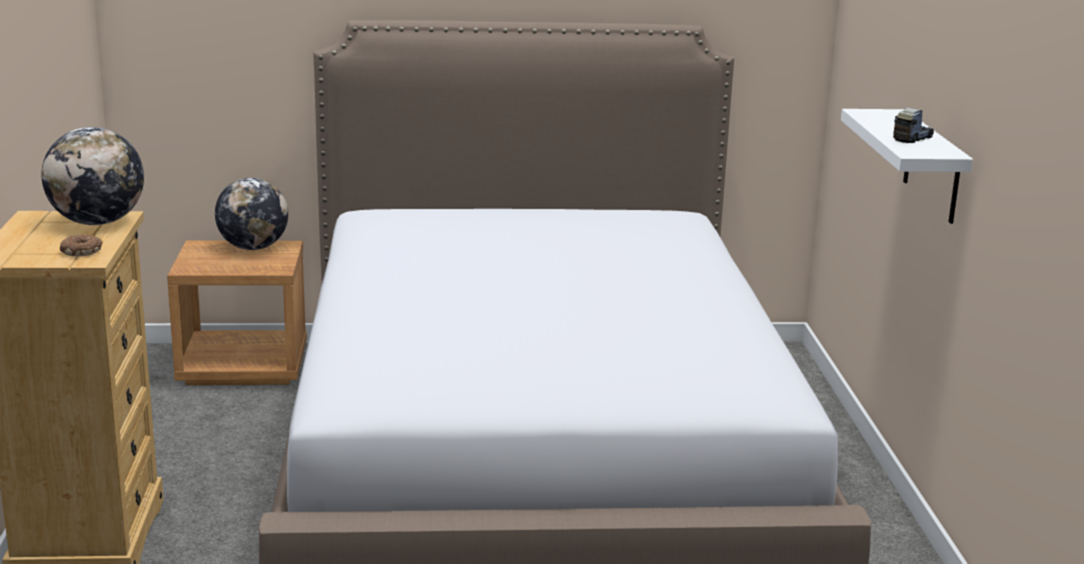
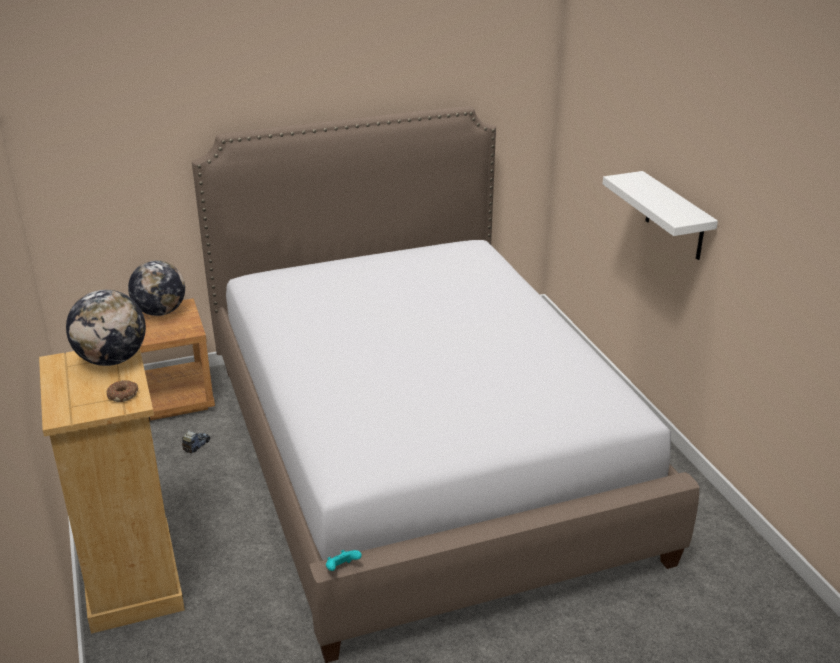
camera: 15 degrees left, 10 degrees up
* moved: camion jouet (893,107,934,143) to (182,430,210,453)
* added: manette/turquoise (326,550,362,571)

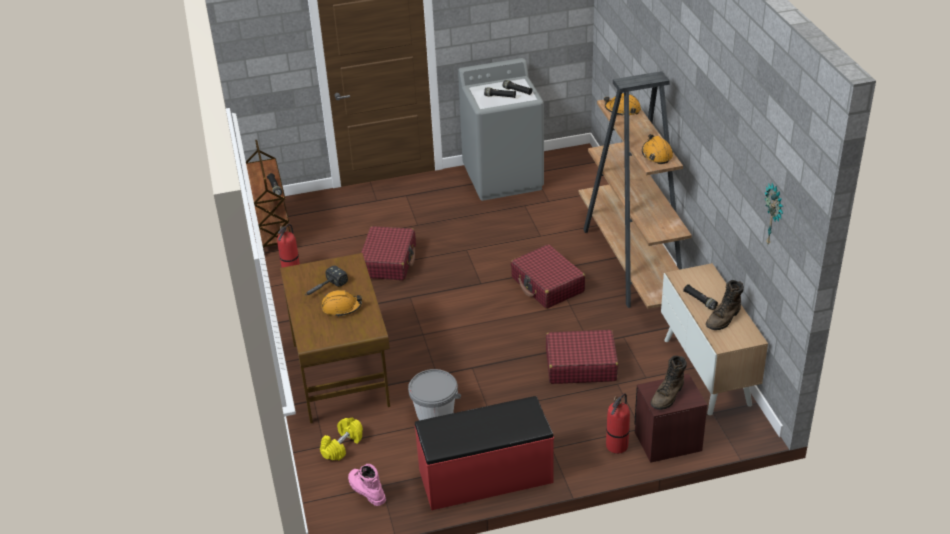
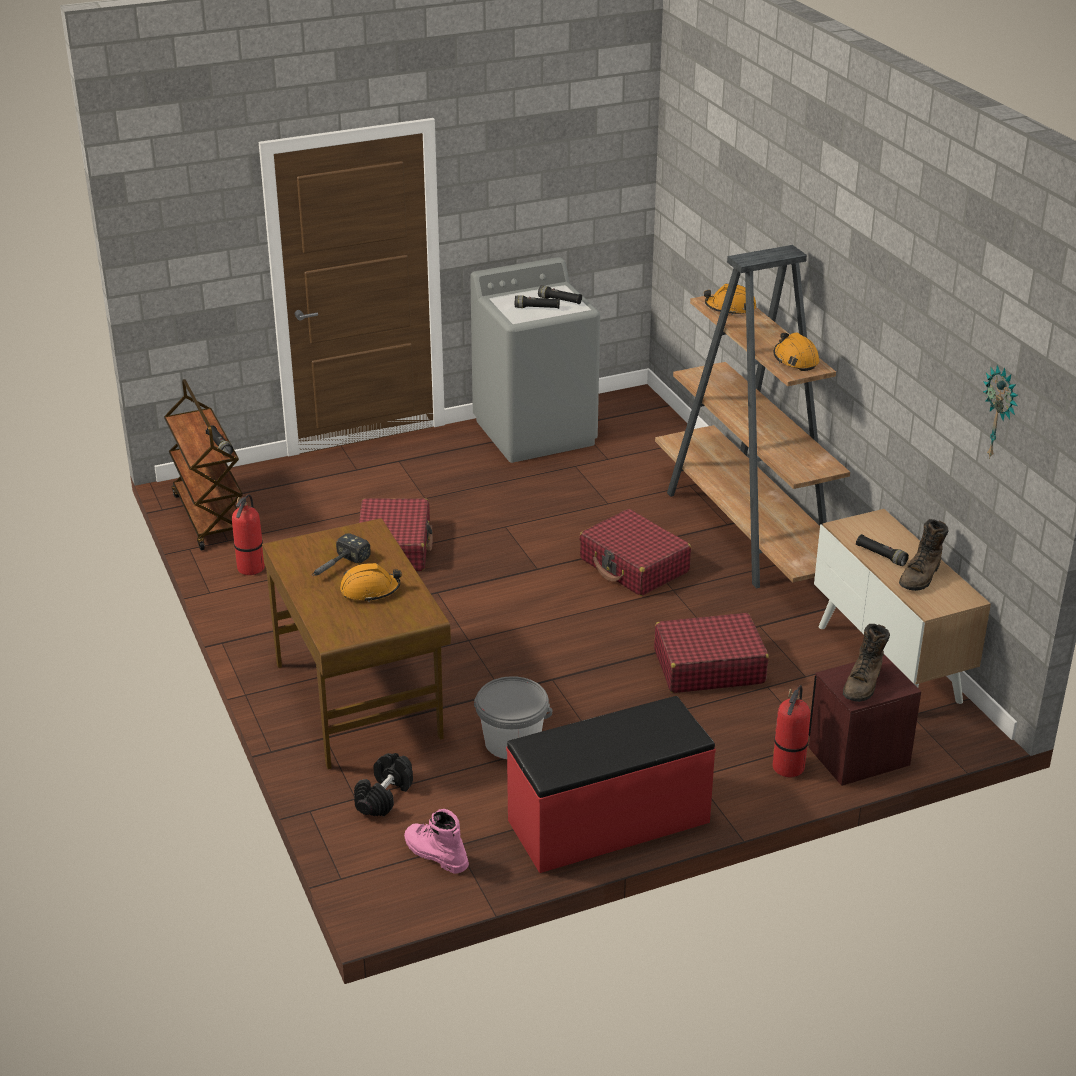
camera: 10 degrees left, 5 degrees down
* recoloured: haltère/jaune (320,417,363,460) to haltère/noir (354,753,413,816)

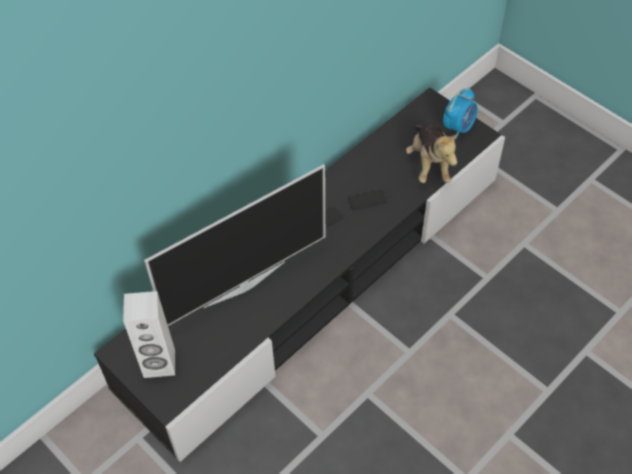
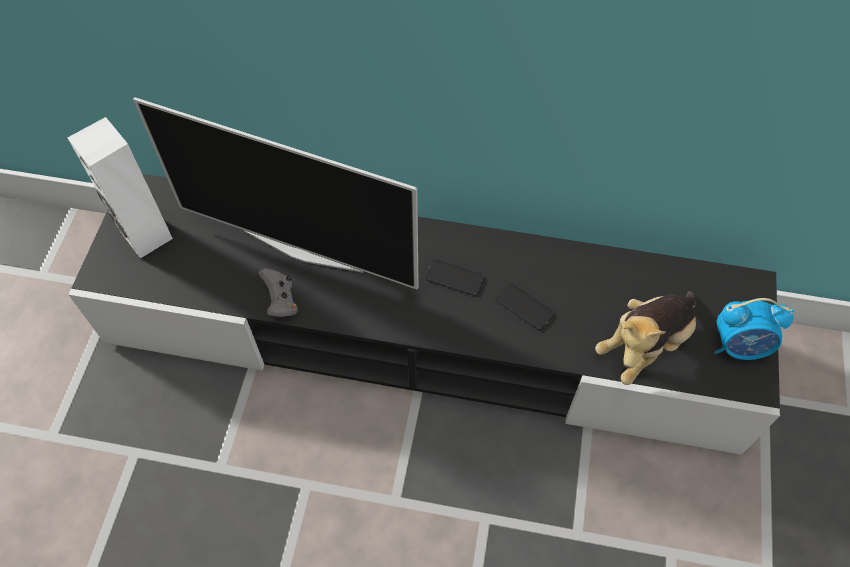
camera: 55 degrees right, 5 degrees up
* added: manette/gris (259,268,298,317)

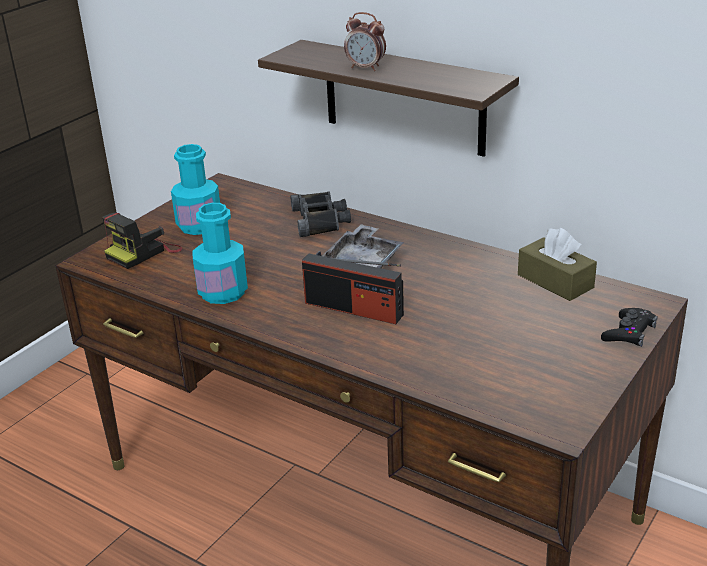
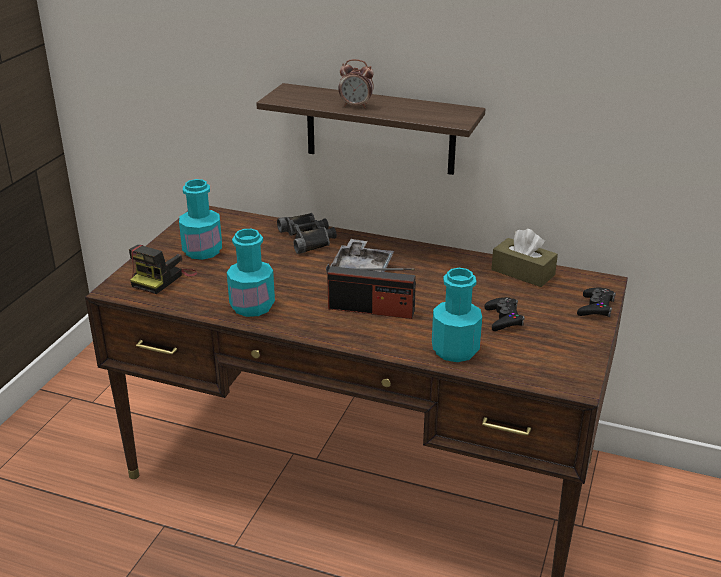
camera: 15 degrees left, 0 degrees up
* added: bouteille/turquoise (432,268,482,362)
* added: manette/noir (484,297,525,331)

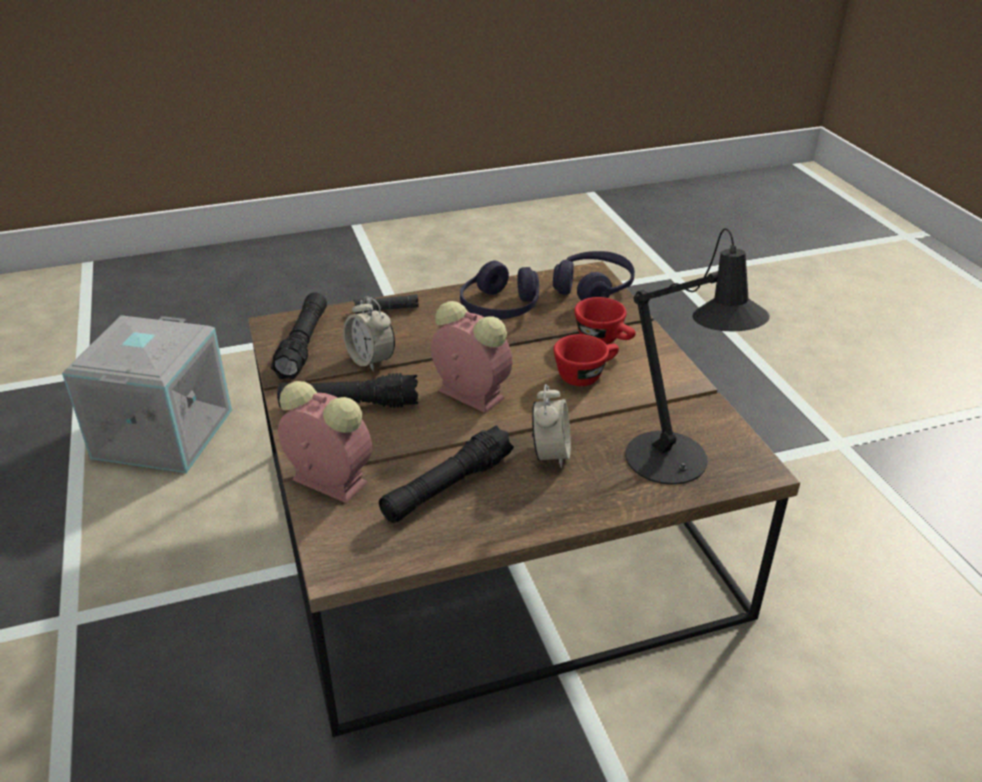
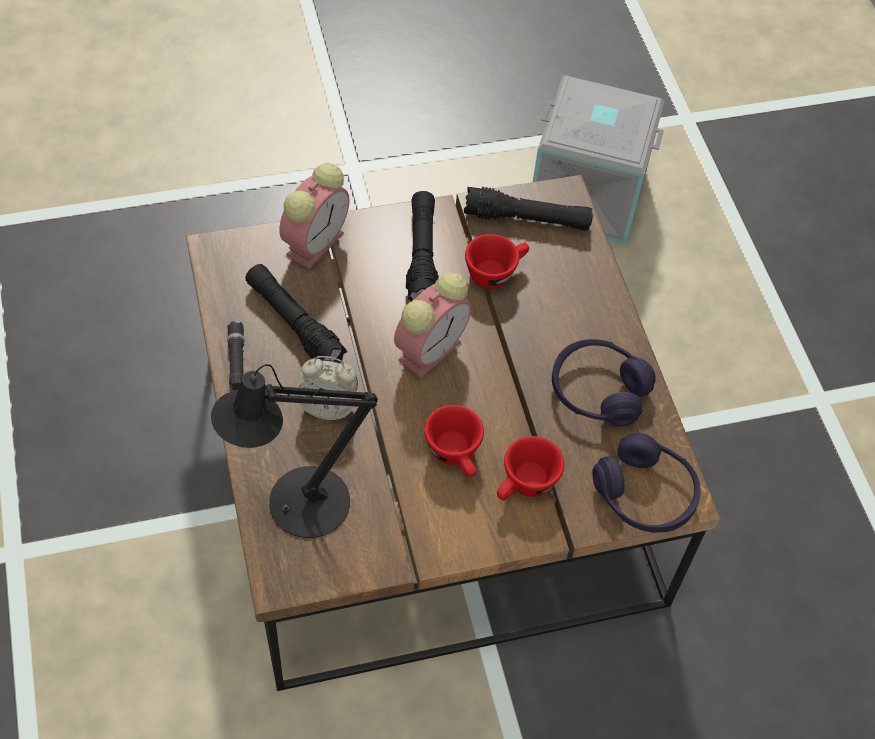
camera: 90 degrees right, 20 degrees up
* replaced: réveil (343,296,395,372) to tasse/rouge (465,234,529,289)
* moved: lampe de poche/noir (354,294,419,313) to (227,321,245,391)

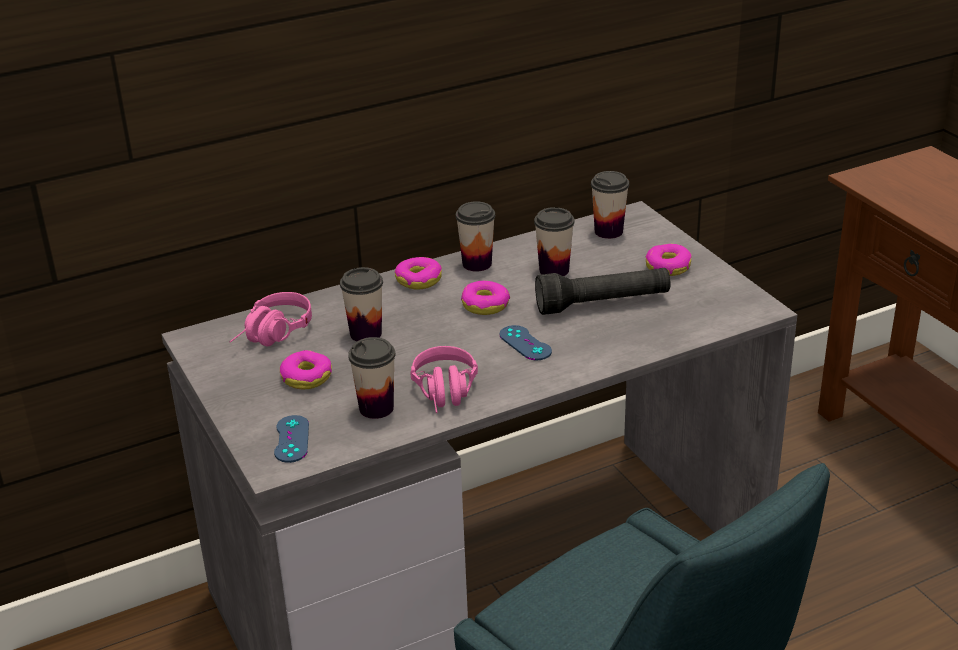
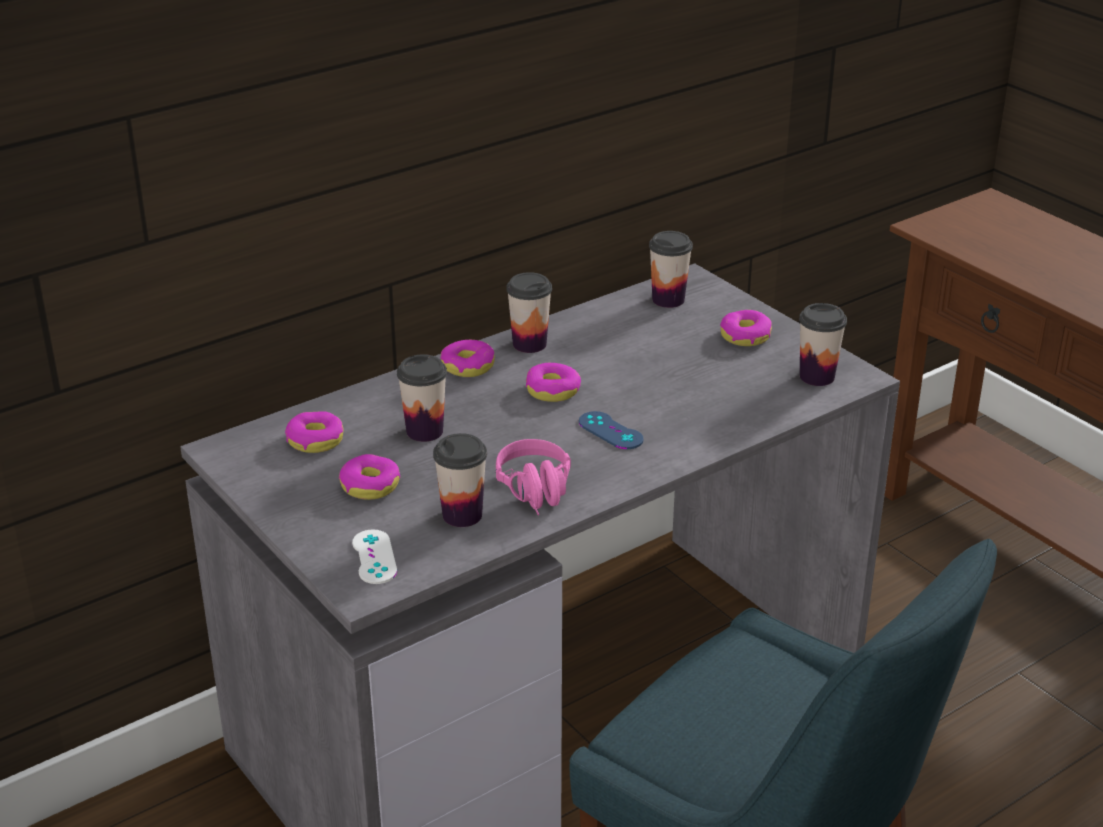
camera: 10 degrees left, 0 degrees up
* replaced: casque audio/rose (230,292,312,347) to beignet (285,411,344,453)
* recoloured: manette/bleu (274,415,309,463) to manette/blanc (352,529,397,584)
* moved: tasse (534,207,574,276) to (799,303,847,386)
* removed: lampe de poche/noir (535,268,670,315)

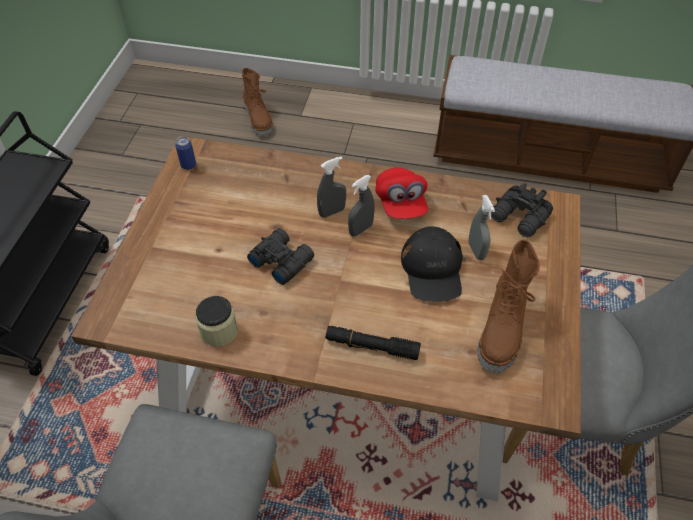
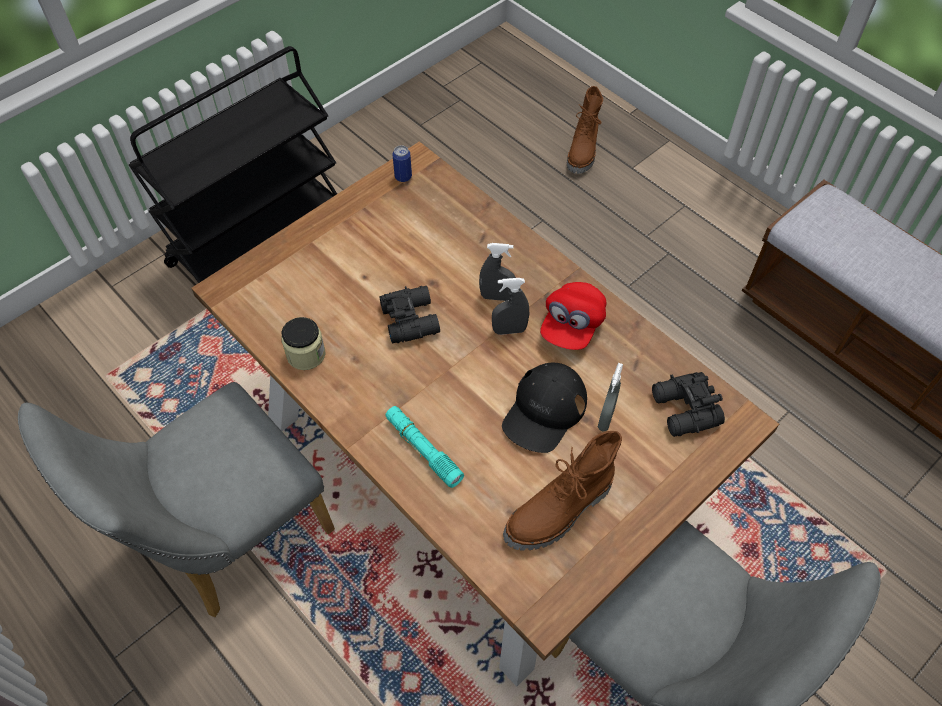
camera: 35 degrees right, 5 degrees up
* recoloured: lampe de poche/noir (326,326,421,360) to lampe de poche/turquoise (385,406,464,488)

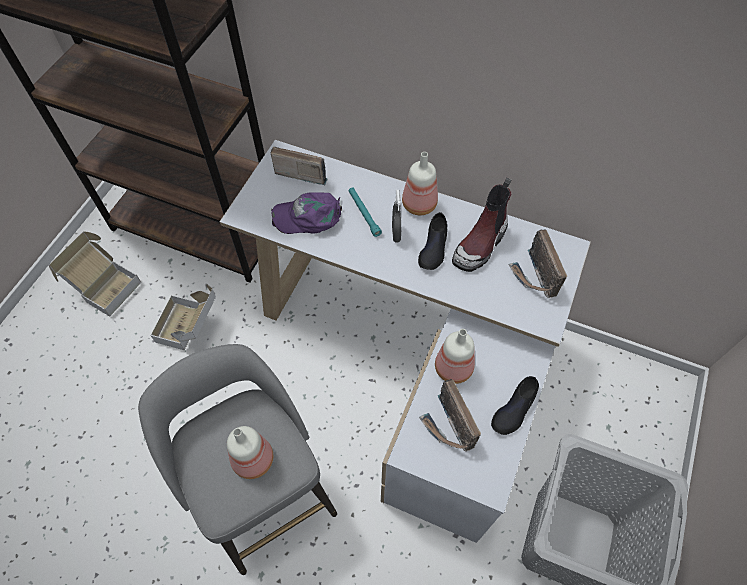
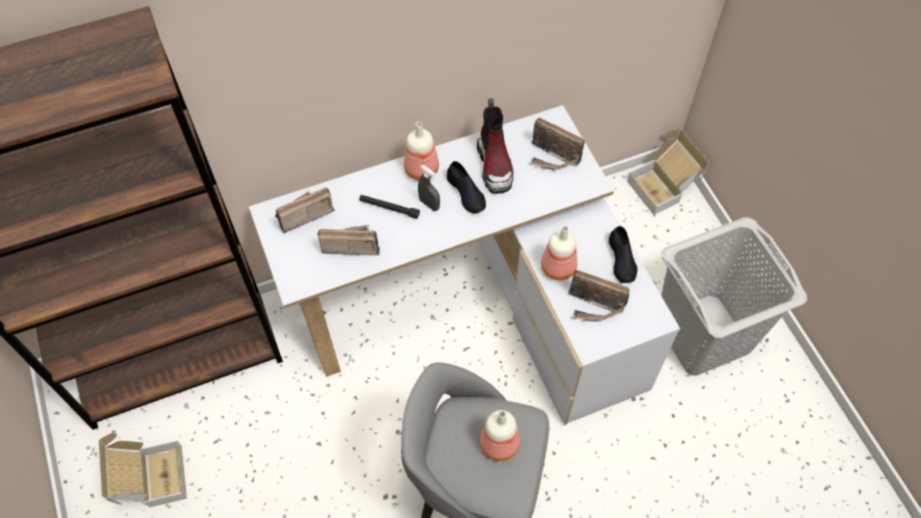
camera: 45 degrees left, 0 degrees up
* moved: carton (150,284,216,350) to (627,129,709,215)
* replaced: casquette/violet (271,192,342,234) to radio (317,225,380,255)
* recoloured: lampe de poche/turquoise (348,188,382,237) to lampe de poche/noir (359,195,420,219)

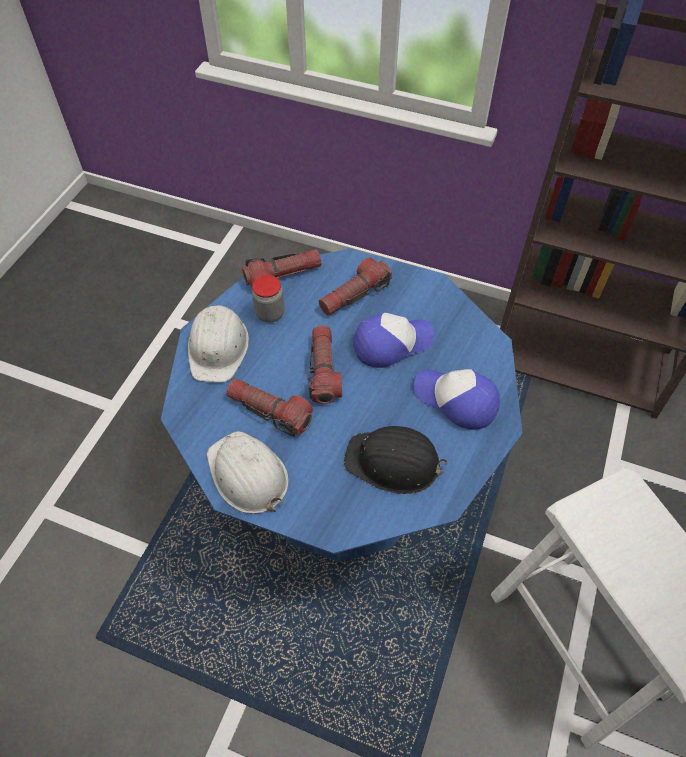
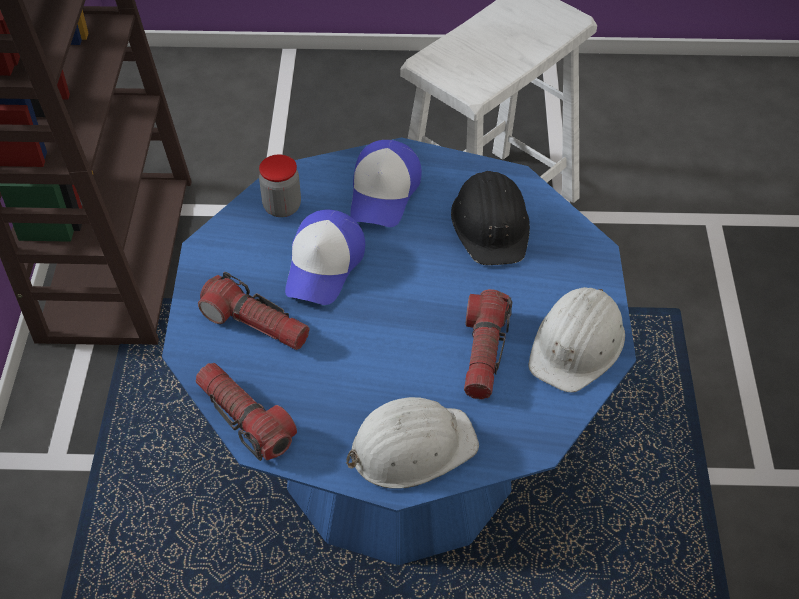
camera: 110 degrees left, 5 degrees down
* moved: bocal (252,275,284,323) to (259,154,301,217)
* removed: lampe de poche (308,325,342,404)
* turned: casquette (353,312,435,368) = (285,210,365,305) 120 degrees counterclockwise

